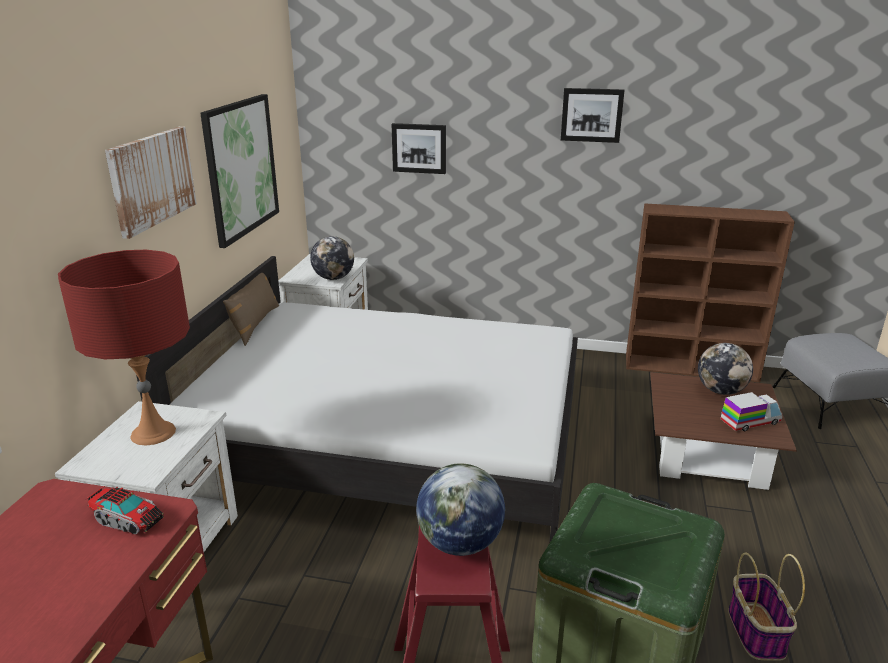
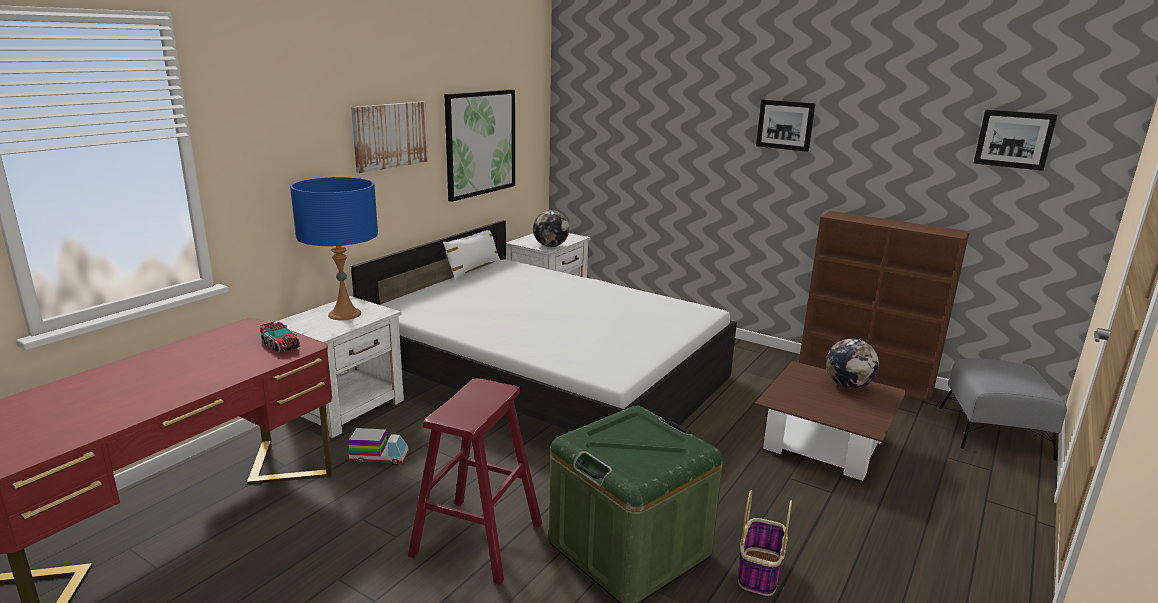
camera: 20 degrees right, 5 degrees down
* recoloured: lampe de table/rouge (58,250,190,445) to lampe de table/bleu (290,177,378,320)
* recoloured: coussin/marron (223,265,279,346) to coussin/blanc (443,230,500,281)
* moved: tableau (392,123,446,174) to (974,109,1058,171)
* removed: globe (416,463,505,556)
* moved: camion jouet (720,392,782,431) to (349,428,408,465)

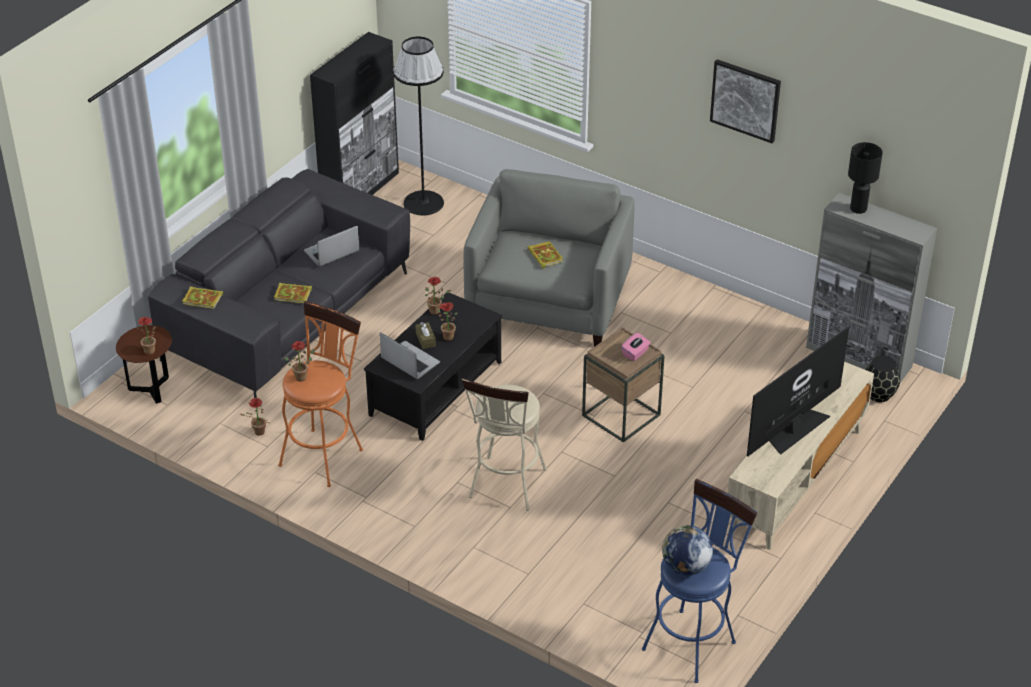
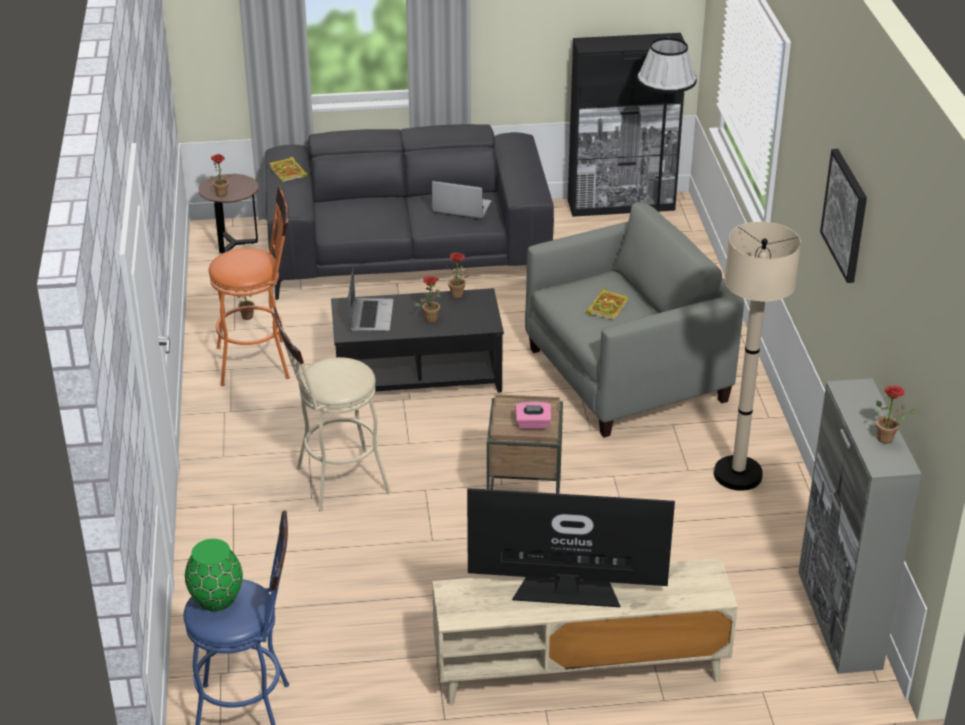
camera: 50 degrees right, 5 degrees down
* removed: livre (274,283,312,303)
* moved: plante en pot (284,341,316,382) to (875,385,918,444)
* removed: boîte à mouchoirs/marron (415,322,436,349)
* replaced: globe (662,525,713,576) to vase/vert (185,539,243,611)
* removed: lampe de table/noir (848,142,883,214)
* removed: vase/noir (866,356,900,402)
* added: lampadaire/beige (714,222,801,491)

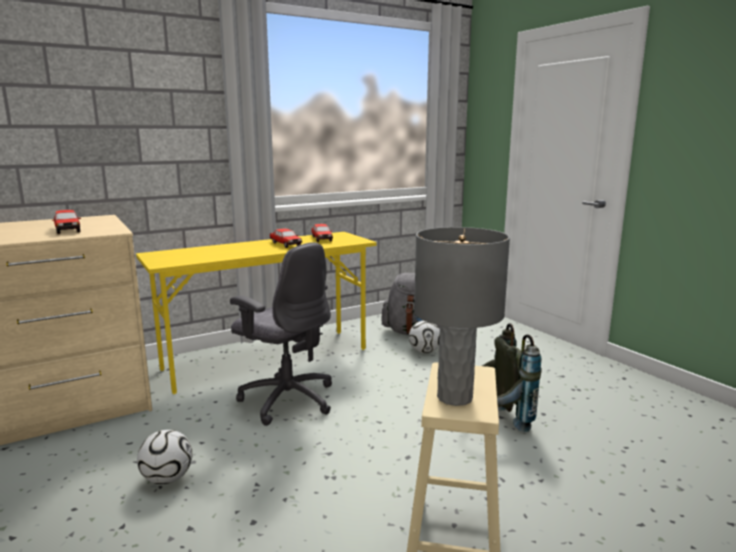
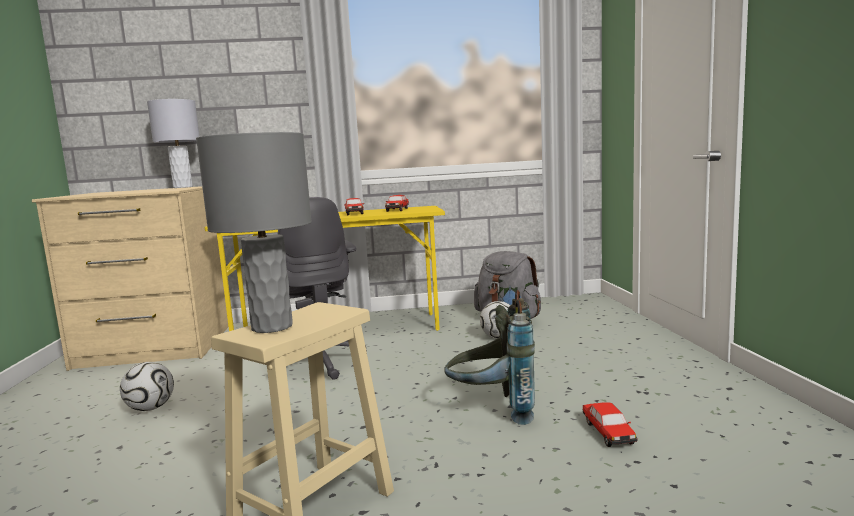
camera: 25 degrees right, 5 degrees down
* moved: petite voiture (52,210,81,234) to (583,402,637,447)
* added: lampe de table/gris (147,99,200,188)

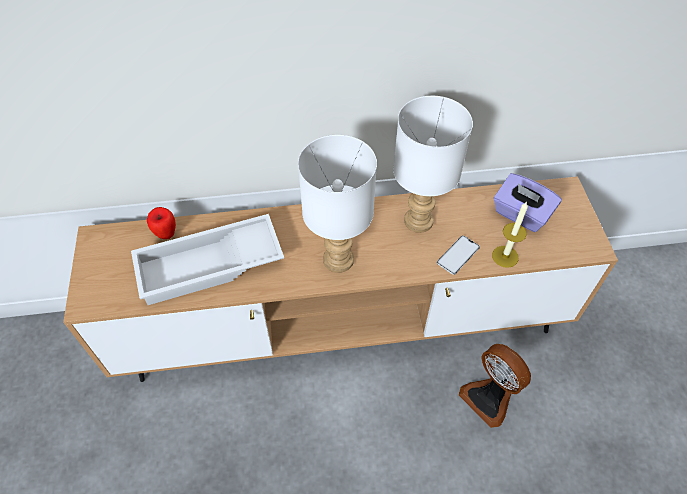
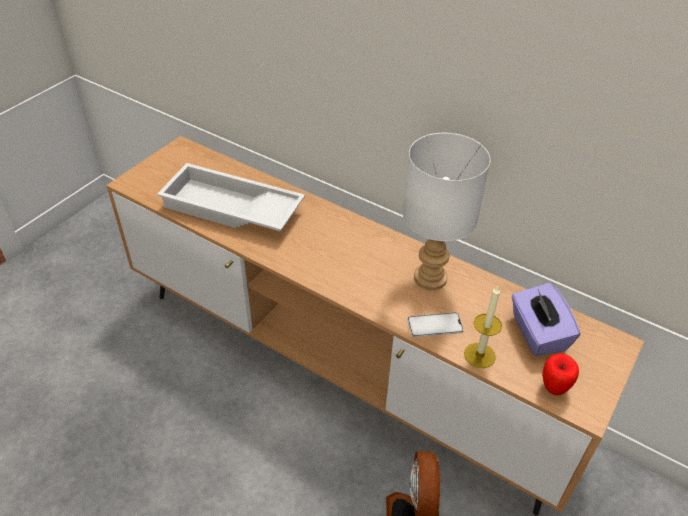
camera: 40 degrees right, 10 degrees down
* moved: pomme (147,207,176,239) to (542,353,579,395)
* removed: lampe de table/blanc (298,135,377,273)

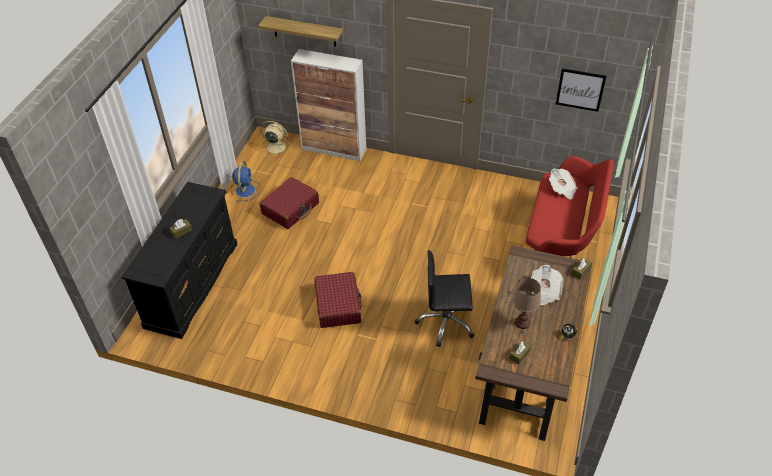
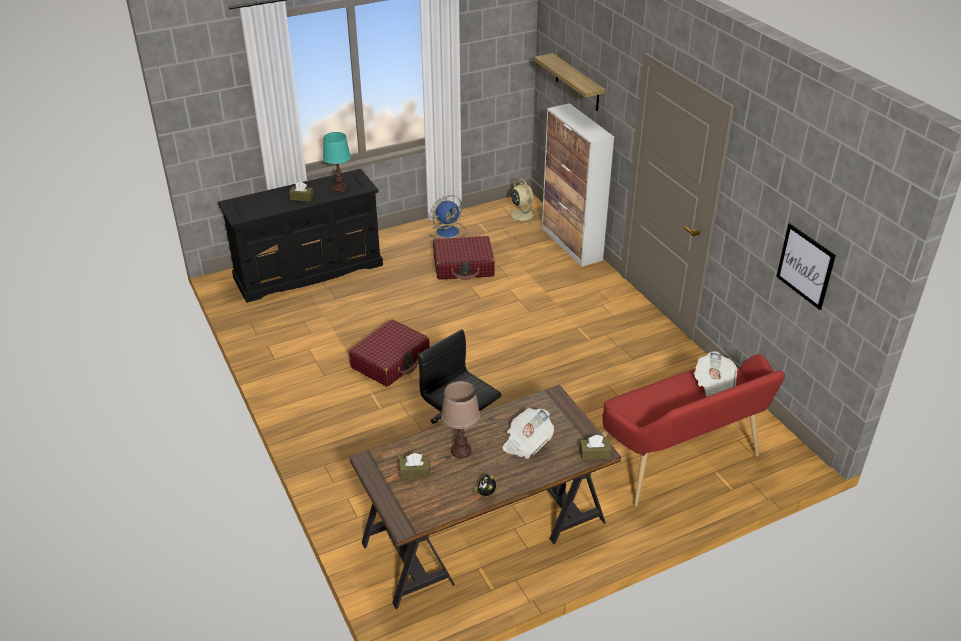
camera: 45 degrees right, 10 degrees down
* added: lampe de table/turquoise (323,132,351,192)

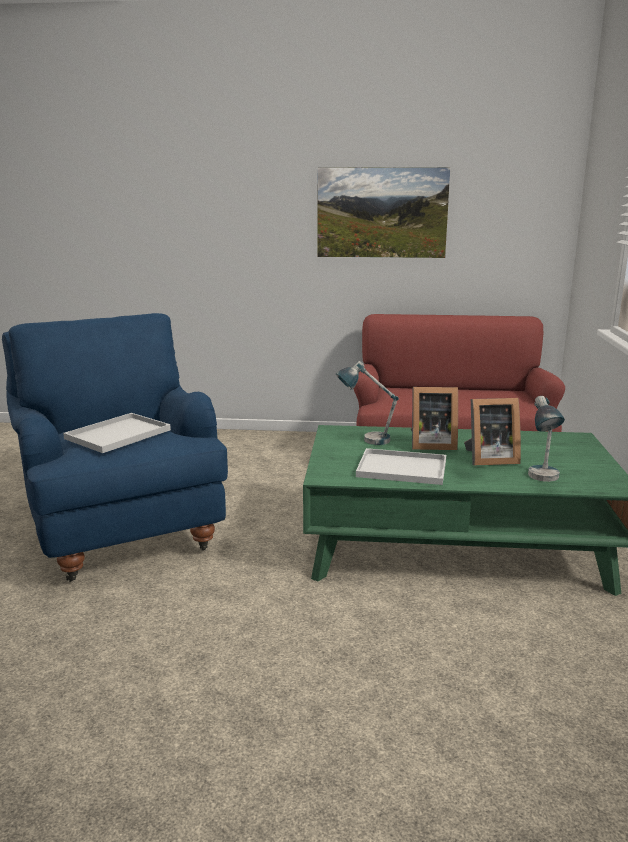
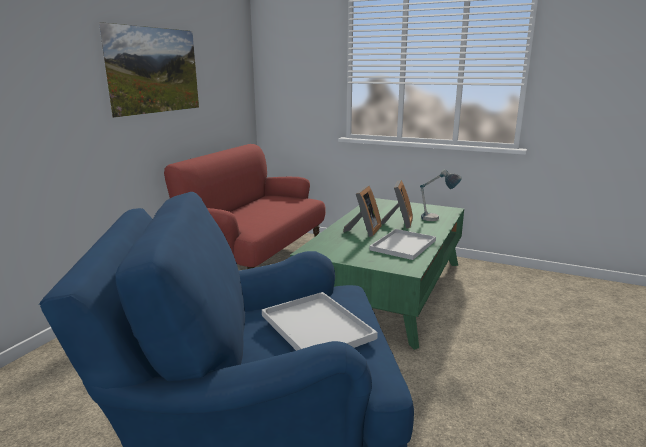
camera: 70 degrees left, 0 degrees up
* removed: lampe de table (336,361,399,445)

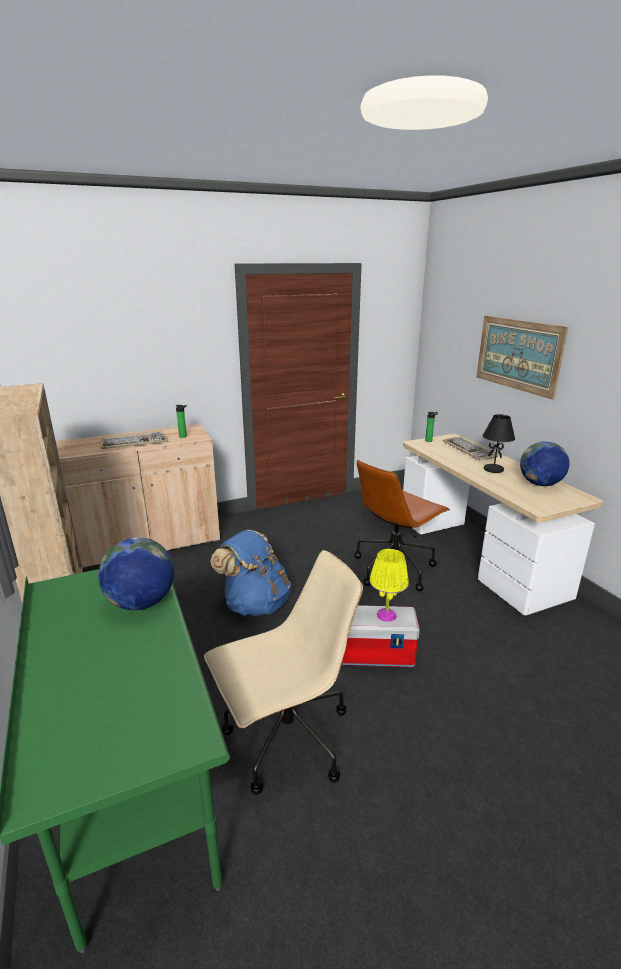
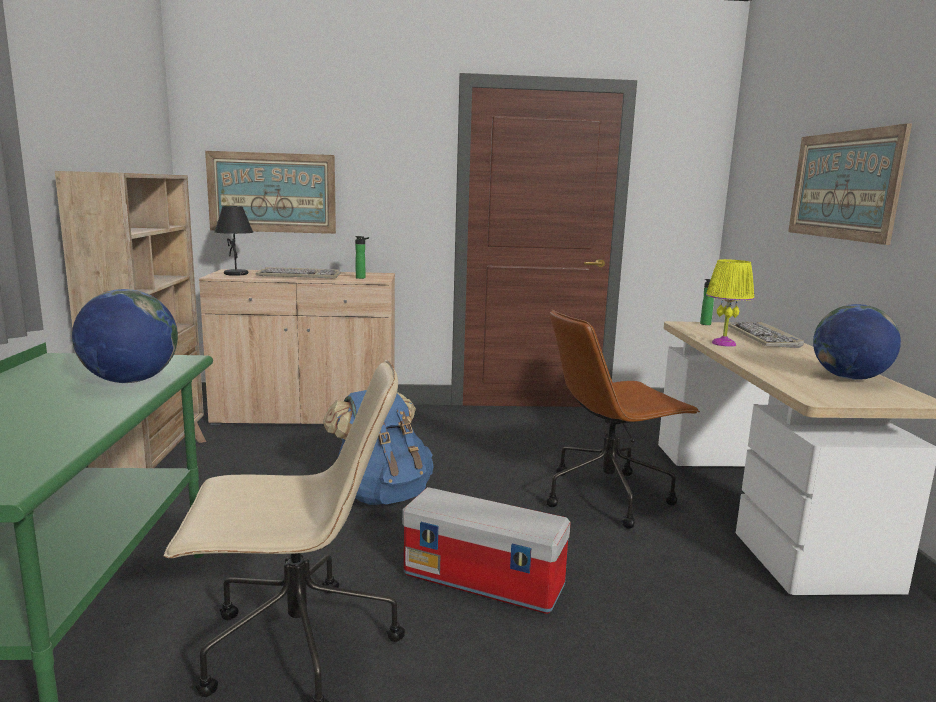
camera: 20 degrees right, 10 degrees down
* moved: lampe de table/jaune (370,549,409,622) to (706,259,754,347)
* moved: lampe de table/noir (482,414,515,473) to (214,206,253,276)
* added: tableau (205,151,336,234)

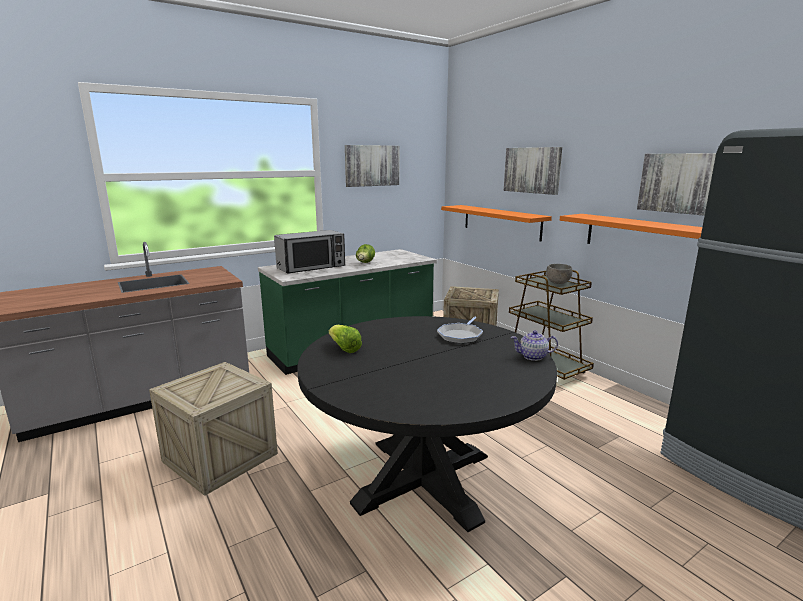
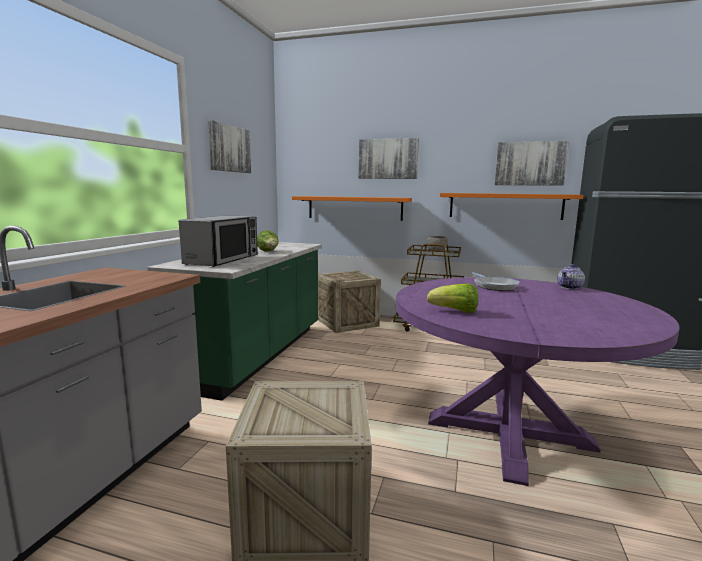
camera: 40 degrees left, 5 degrees down
* recoloured: table à manger/noir (297,316,557,532) to table à manger/violet (396,277,680,486)

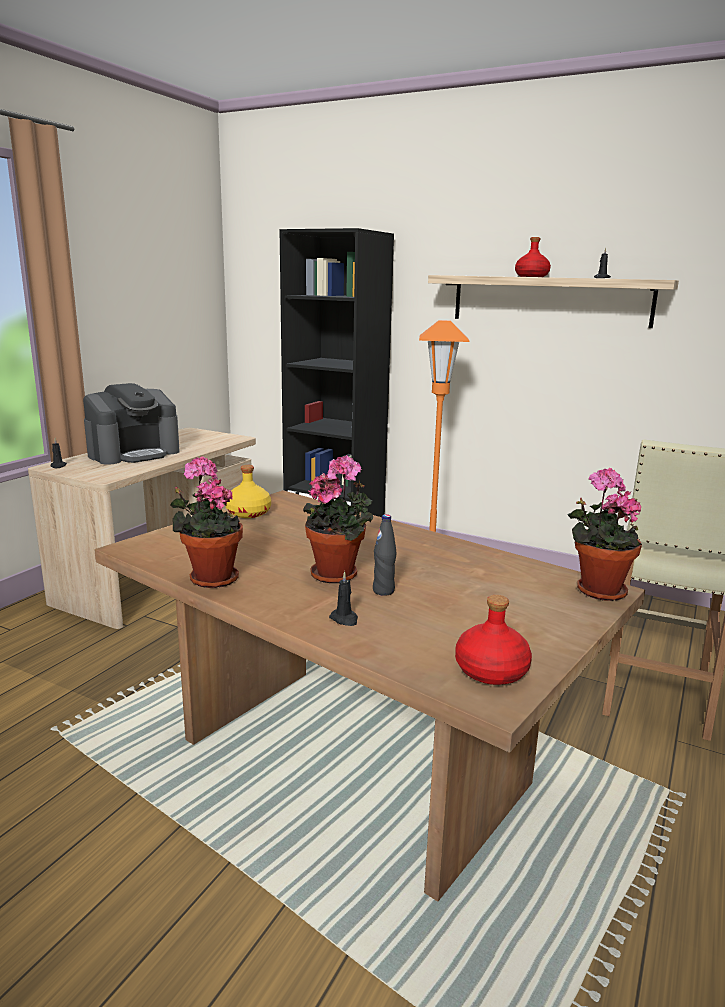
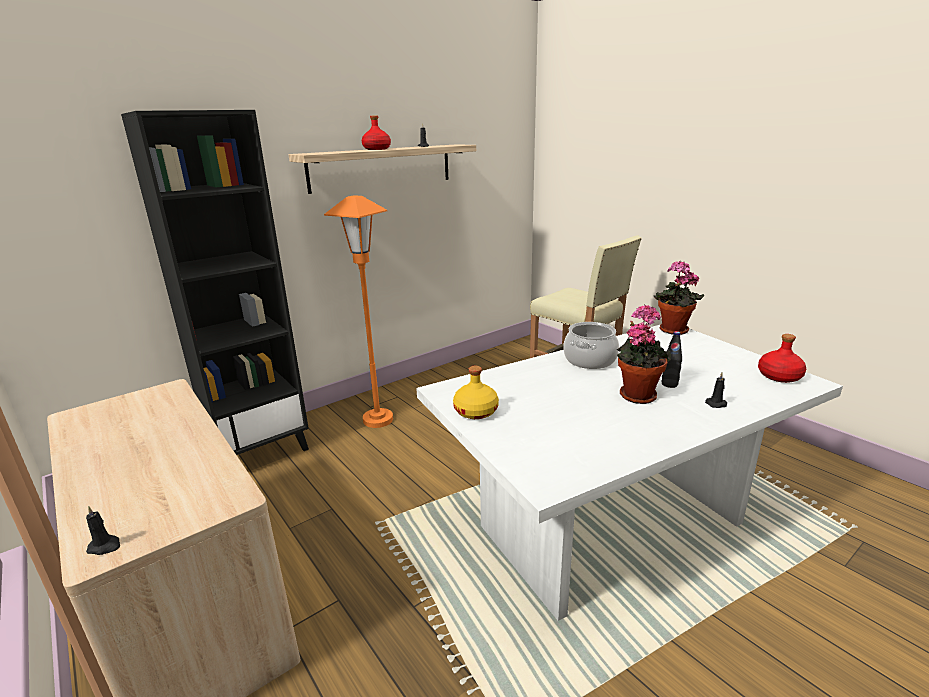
camera: 65 degrees left, 5 degrees up
* removed: machine à café (83,383,180,465)
* recoloured: table à manger/marron (94,490,645,902) to table à manger/blanc (416,325,843,621)
* removed: plante en pot (170,456,243,588)
* added: marmite (563,322,619,369)

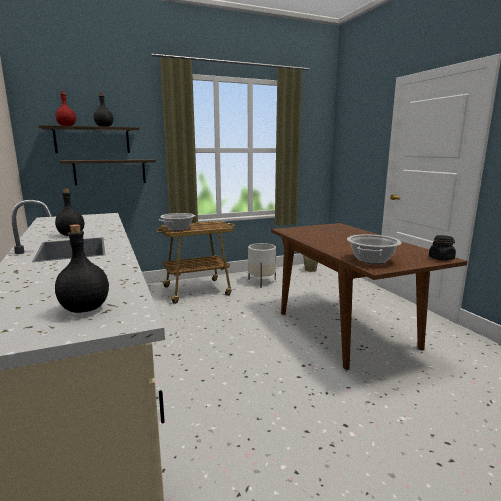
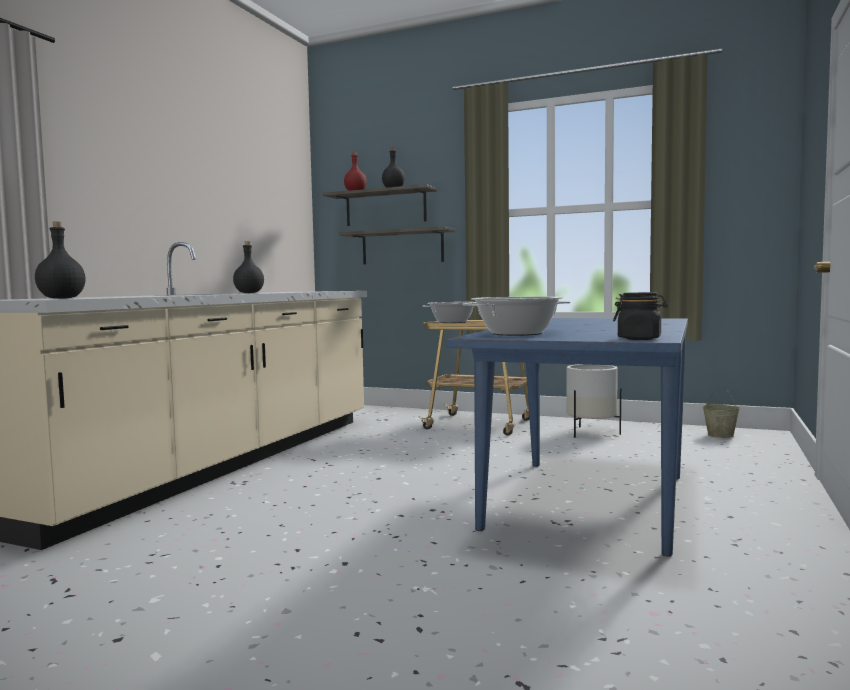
camera: 45 degrees right, 10 degrees down
* recoloured: table à manger/marron (271,223,467,370) to table à manger/bleu (447,318,688,557)

